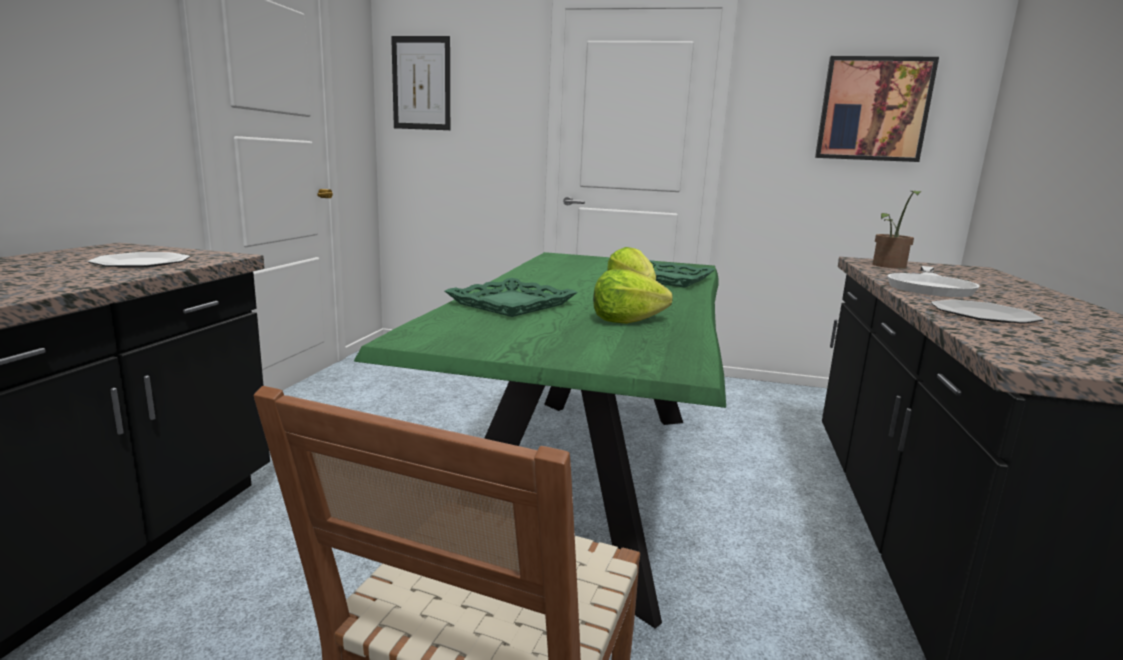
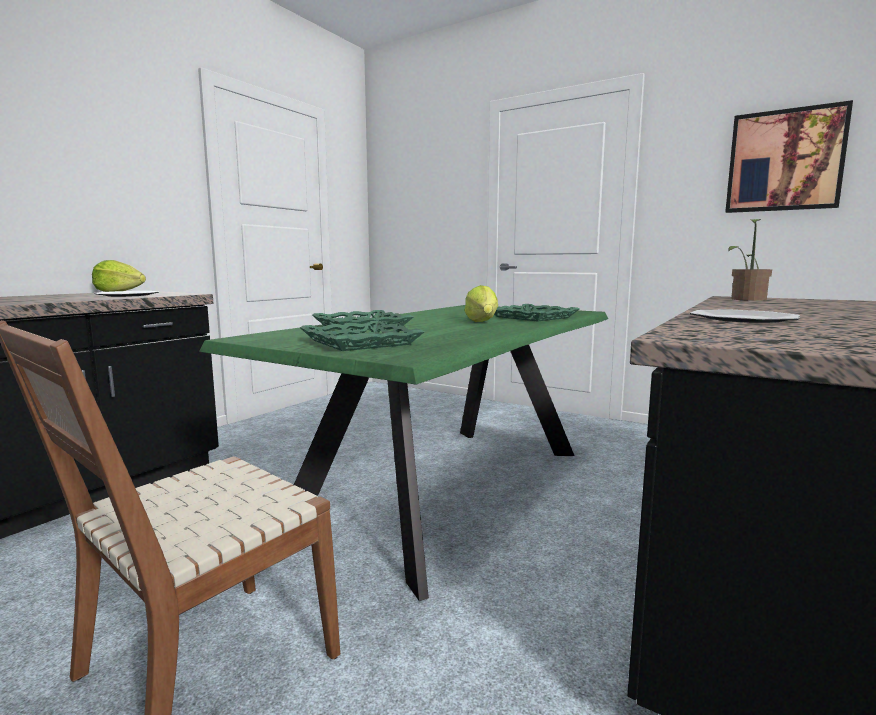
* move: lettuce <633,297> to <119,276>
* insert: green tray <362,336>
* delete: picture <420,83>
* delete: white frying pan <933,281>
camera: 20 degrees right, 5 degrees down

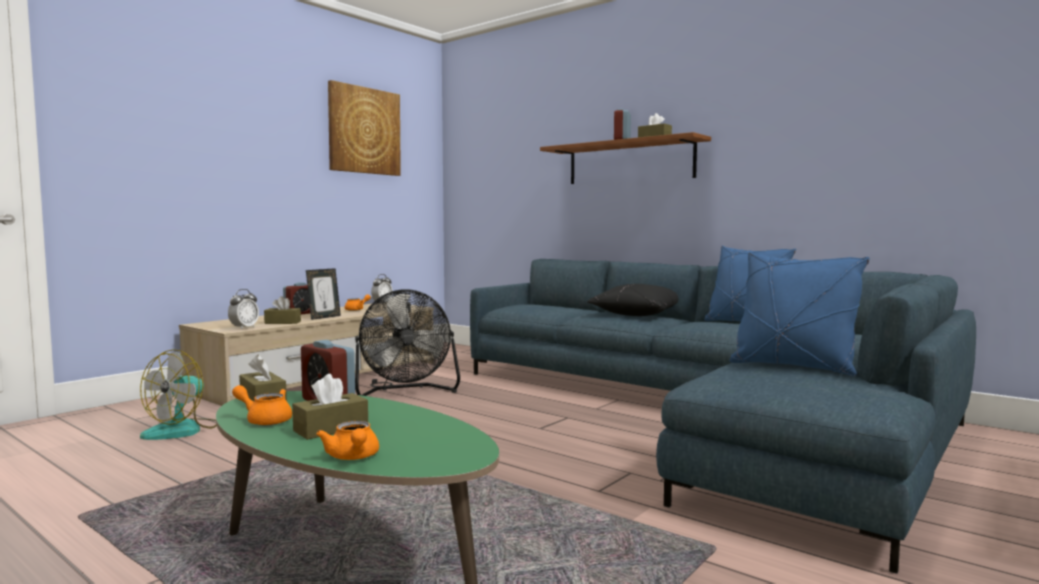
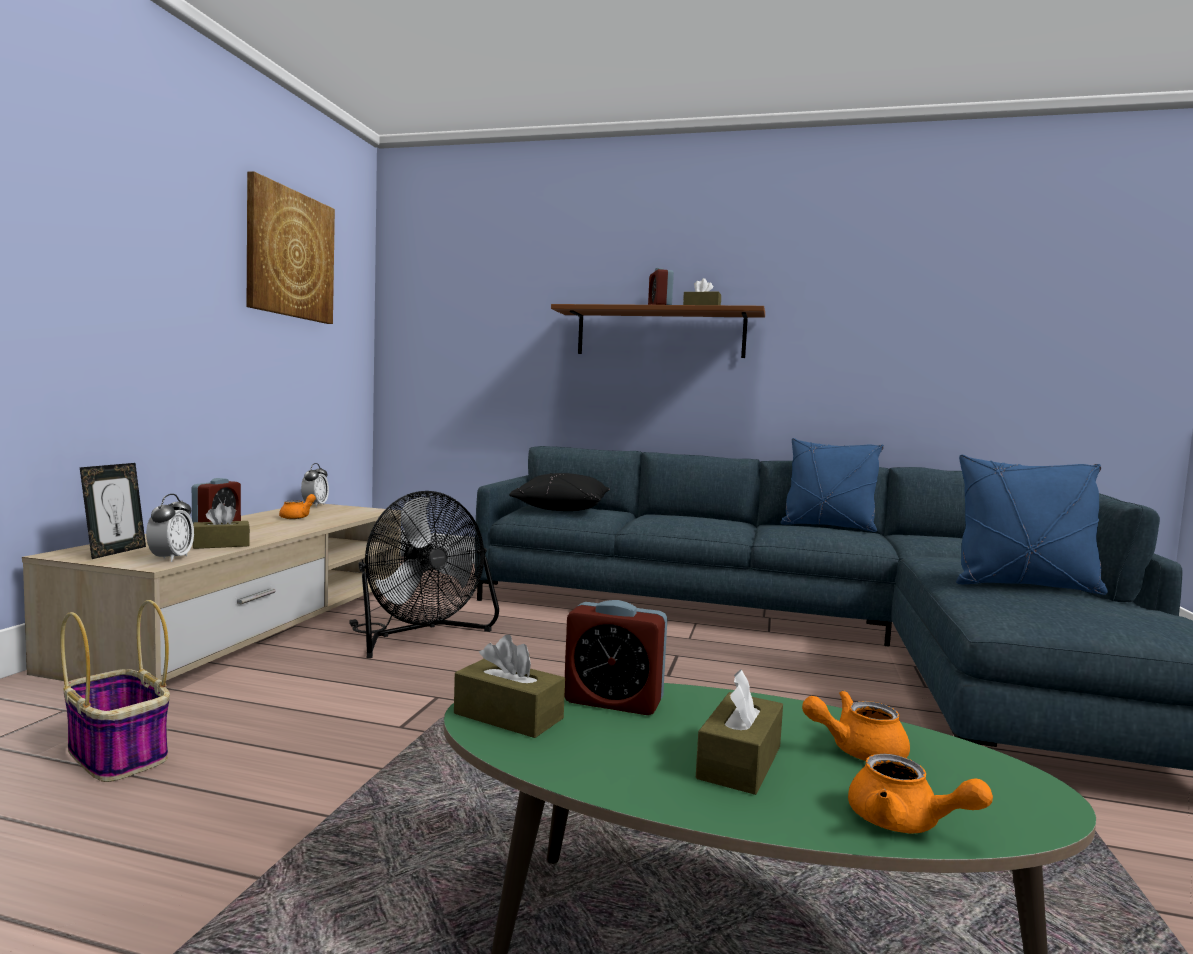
* replace: fan <178,394> to basket <115,691>
* move: picture frame <323,294> to <113,511>
* move: black pillow <633,300> to <559,492>
* move: orange teapot <262,405> to <856,726>
camera: 25 degrees left, 0 degrees up

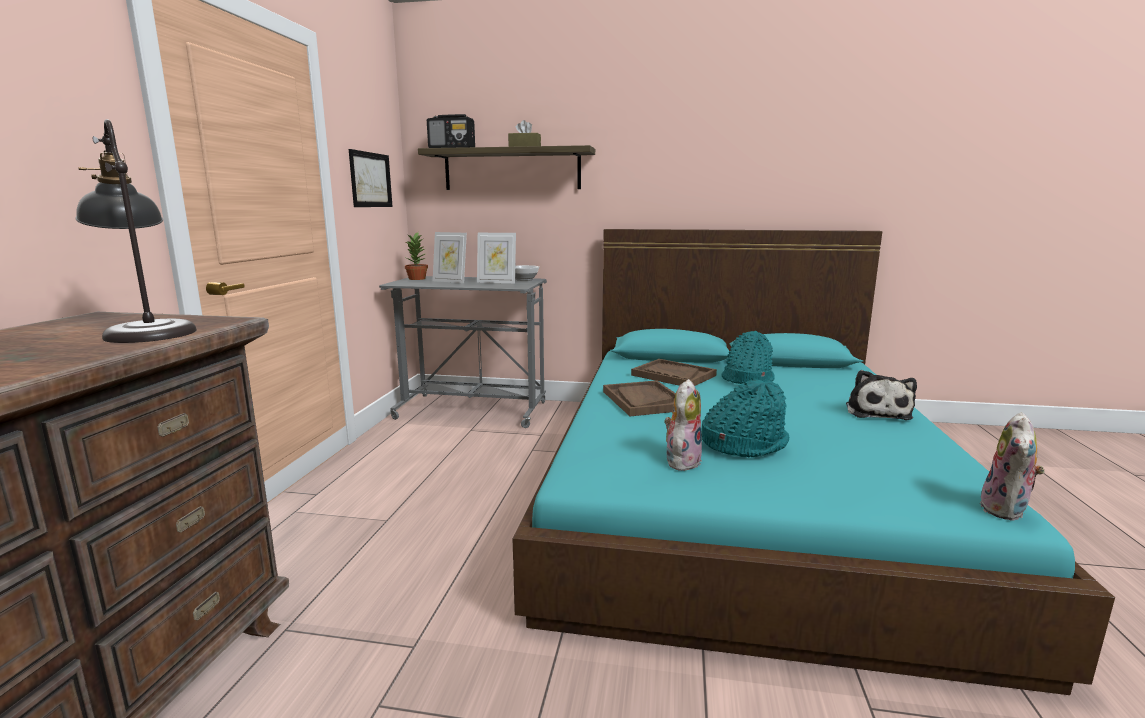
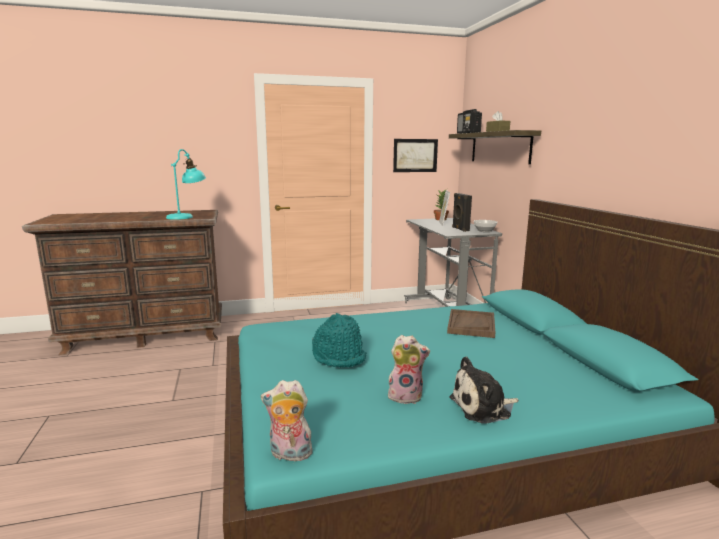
* recolor: grey table lamp <136,231> to turquoise table lamp <186,184>
* move: plush toy <683,425> to <409,369>
* replace: picture frame <496,258> to black speaker <462,212>
* delete: brown tray <639,398>
* delete: turquoise hat <748,357>
camera: 65 degrees right, 0 degrees up

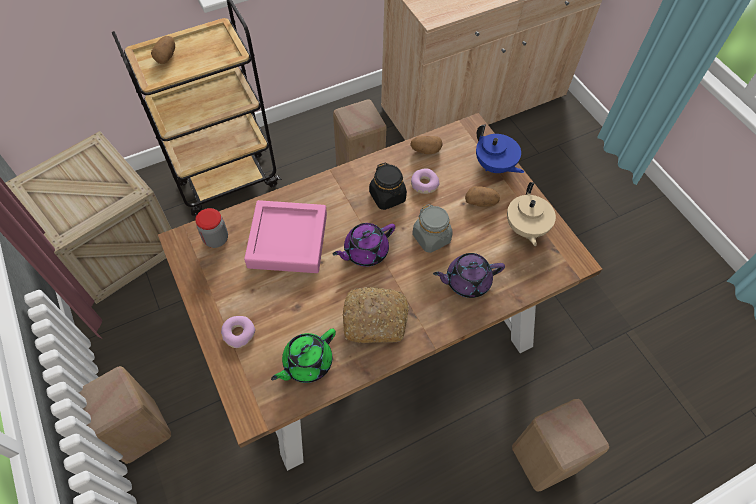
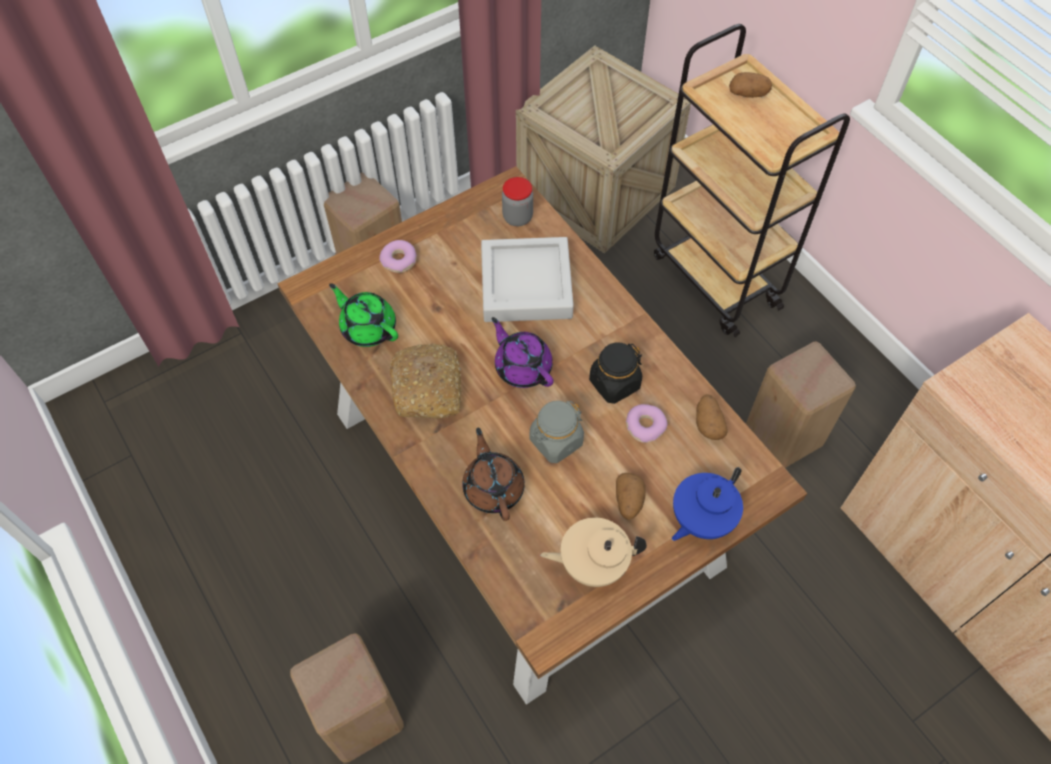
* recolor: purple teapot <469,275> to brown teapot <493,474>
* recolor: pink tray <285,236> to grey tray <527,279>
camera: 85 degrees right, 0 degrees up

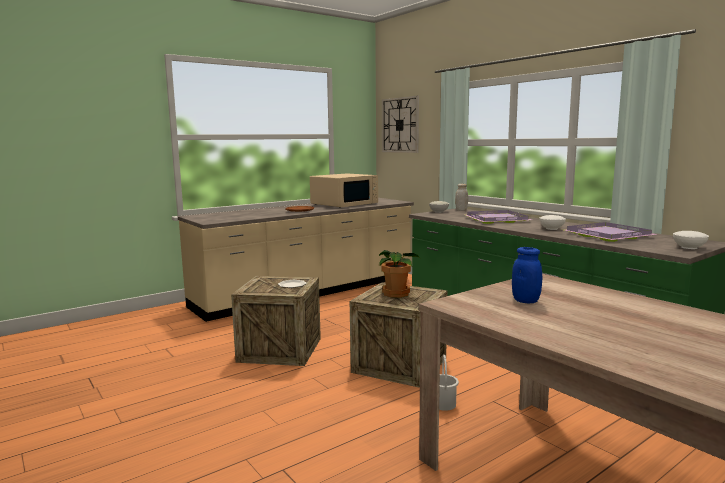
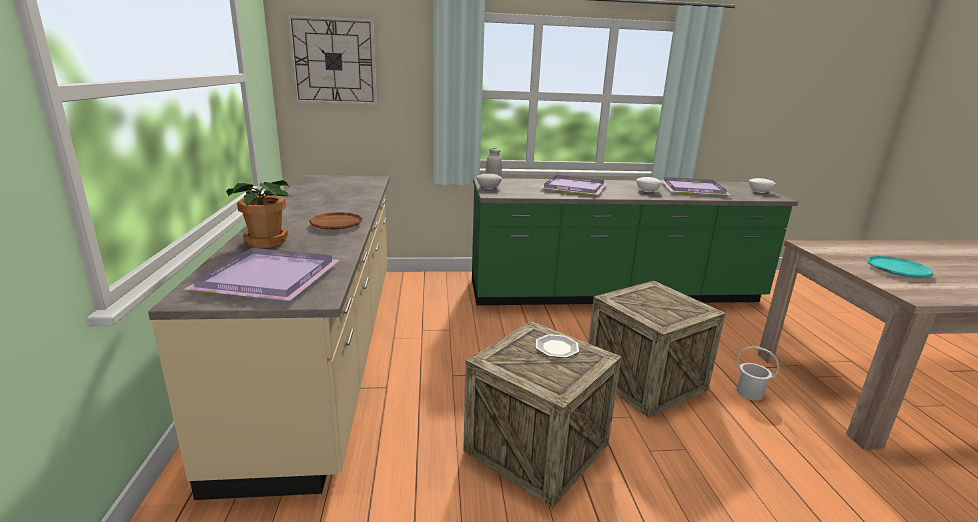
* insert: purple tray <262,274>
* move: potted plant <399,274> to <259,214>
* replace: blue jar <527,275> to turquoise plate <900,267>
* delete: beige microwave <344,190>
camera: 60 degrees left, 10 degrees up

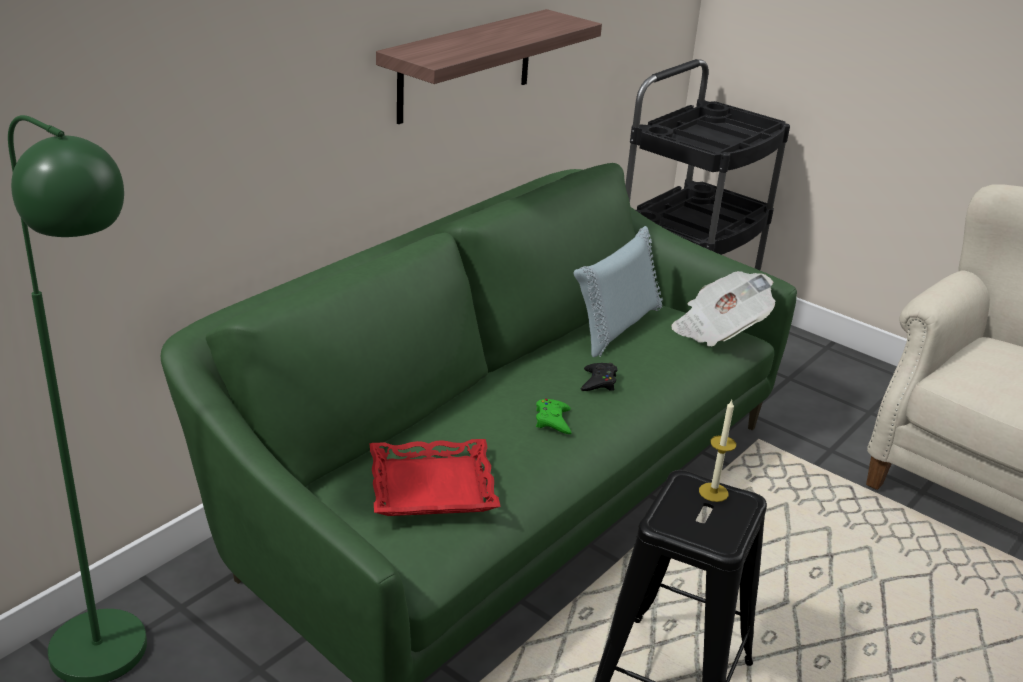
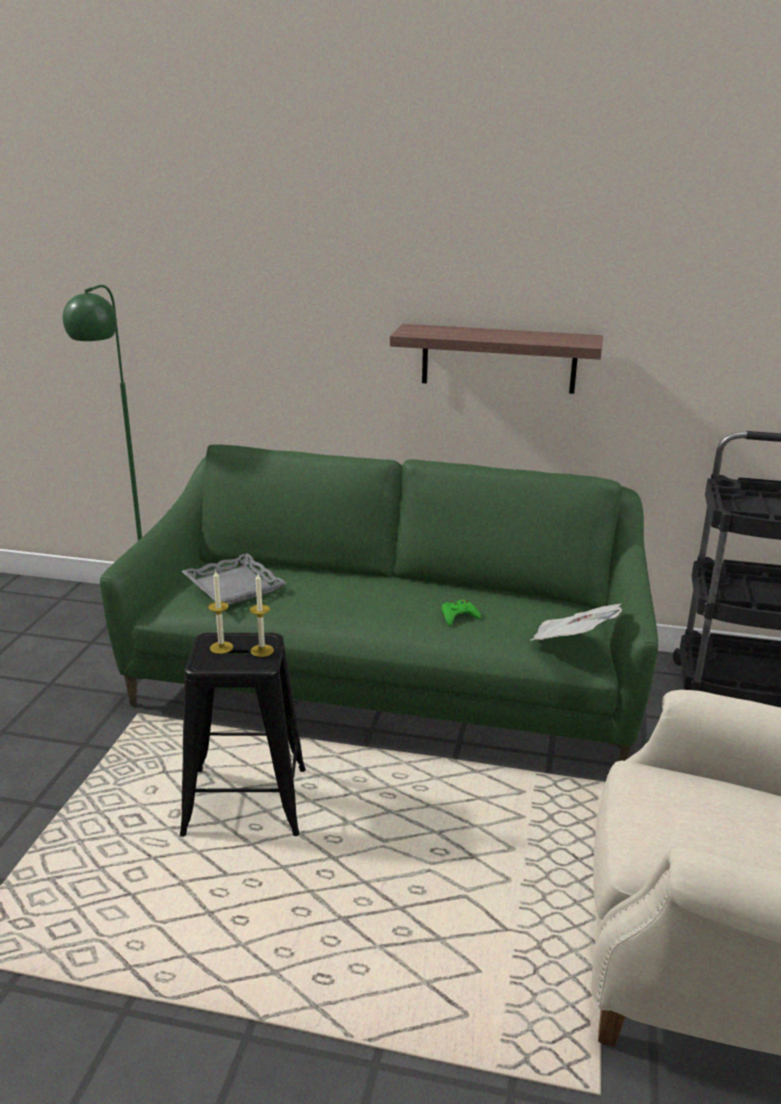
* recolor: red tray <435,477> to grey tray <233,579>
* insert: candle <220,612>
* move: green game controller <554,416> to <461,613>
* delete: blue pillow <618,291>
* delete: black game controller <599,377>
camera: 65 degrees right, 5 degrees down

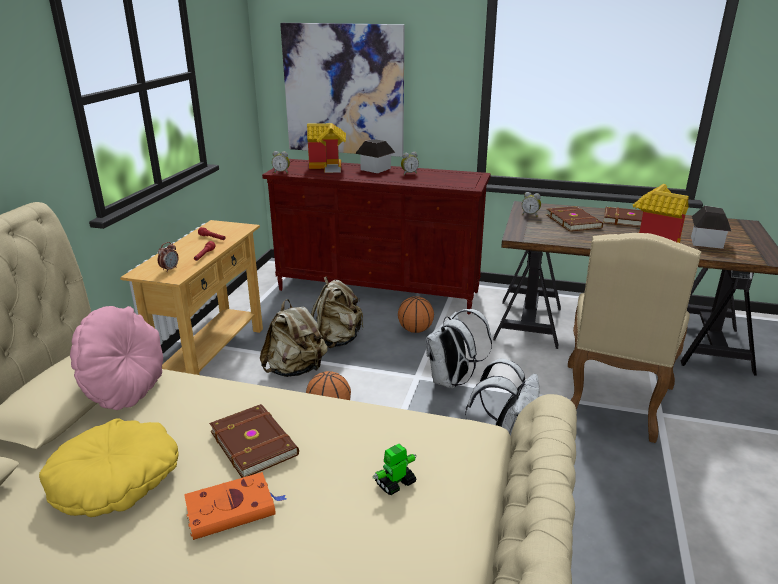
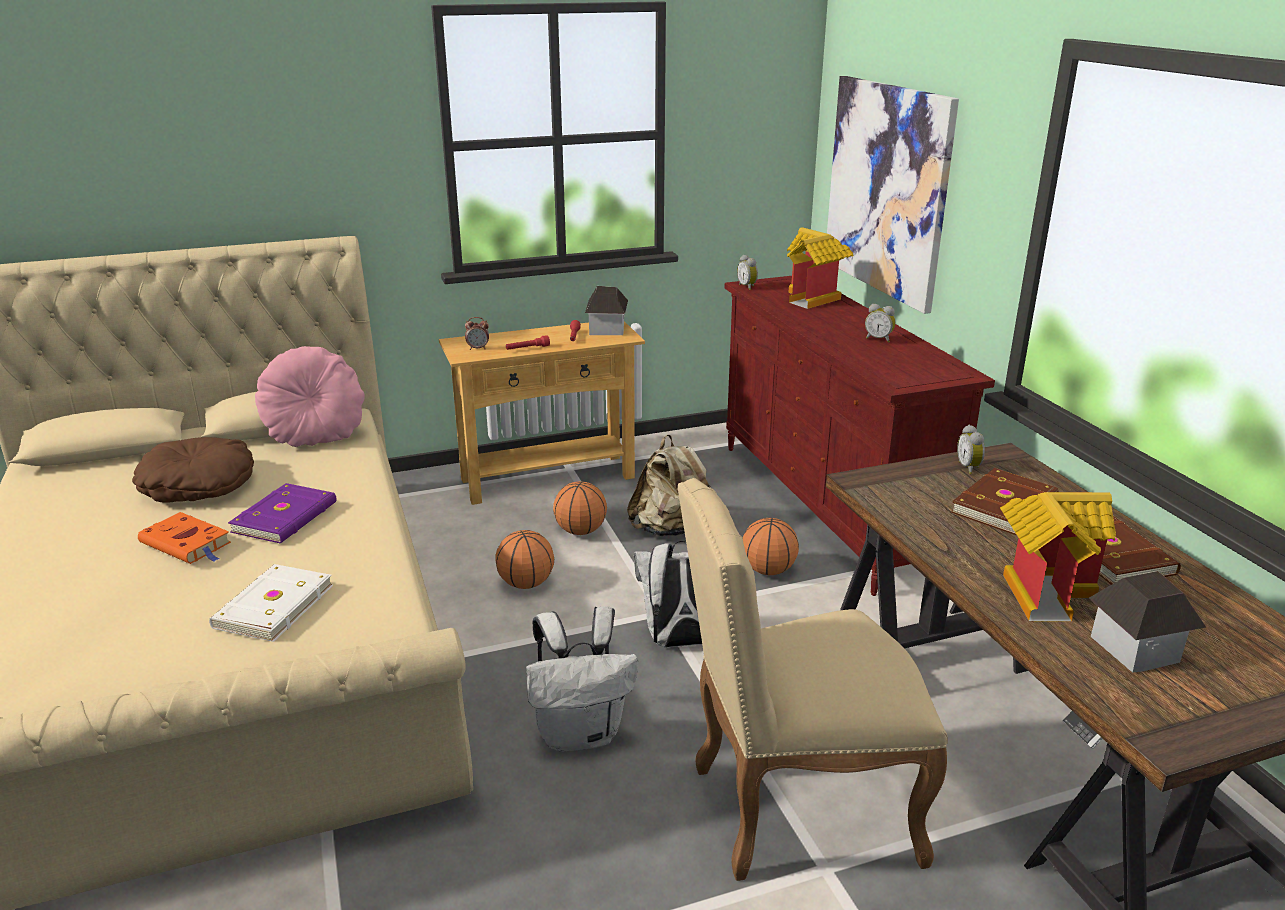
* recolor: yellow pillow <108,467> to brown pillow <193,470>
* replace: toy robot <395,469> to white book <271,603>
* recolor: brown book <254,441> to purple book <282,513>
* replace: beige backpack <294,338> to basketball <580,508>
* move: toy house <375,156> to <606,310>
camera: 55 degrees right, 0 degrees up

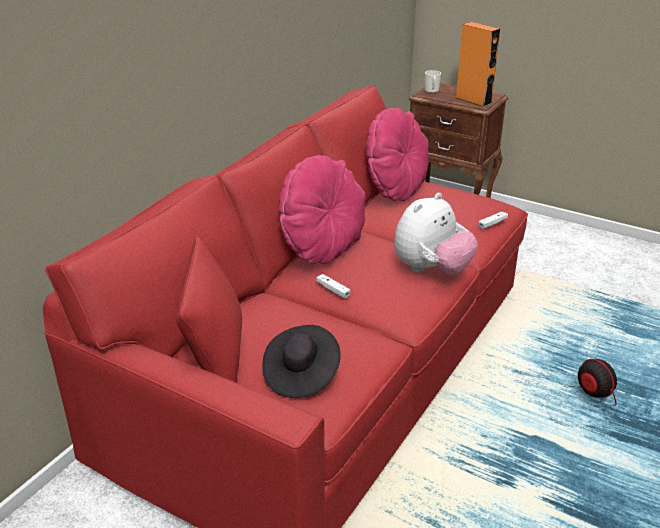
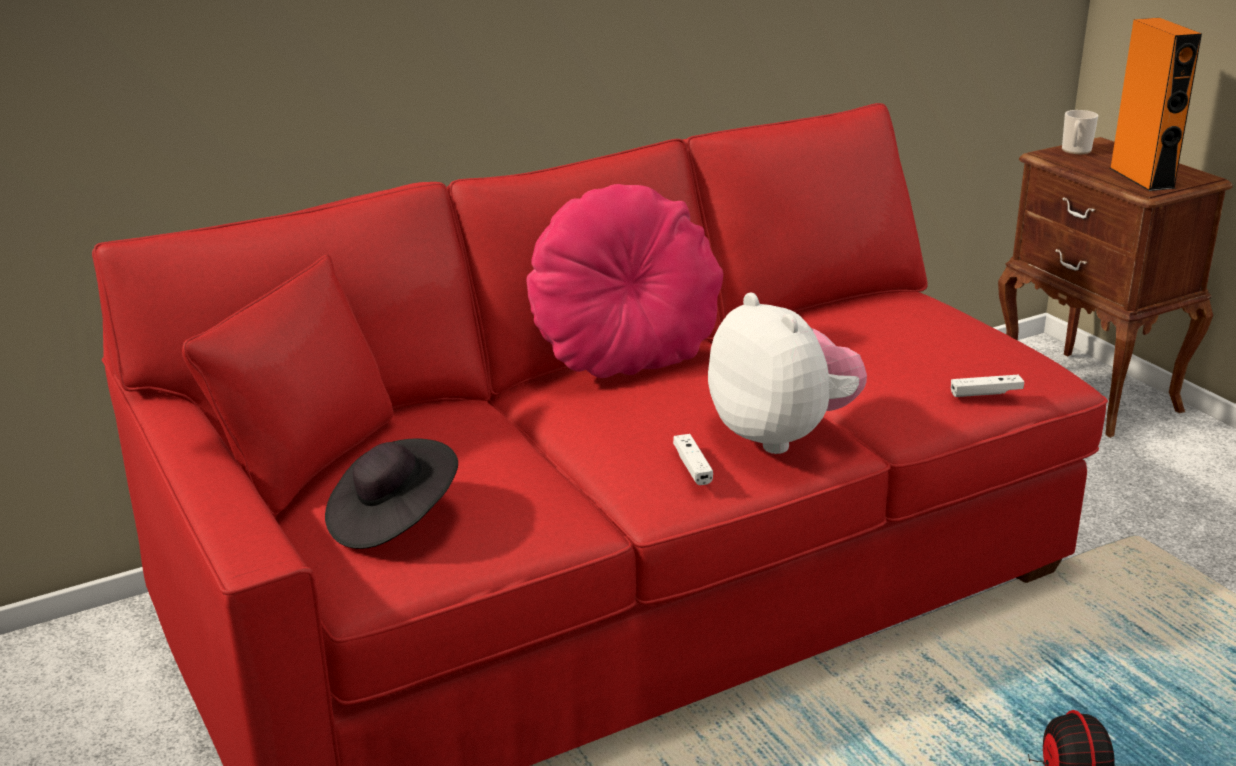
* move: white game controller <333,286> to <693,459>
* rotate: plush toy <436,234> = <787,373> 105 degrees counterclockwise
* delete: pink pillow <397,154>
camera: 30 degrees right, 5 degrees down

